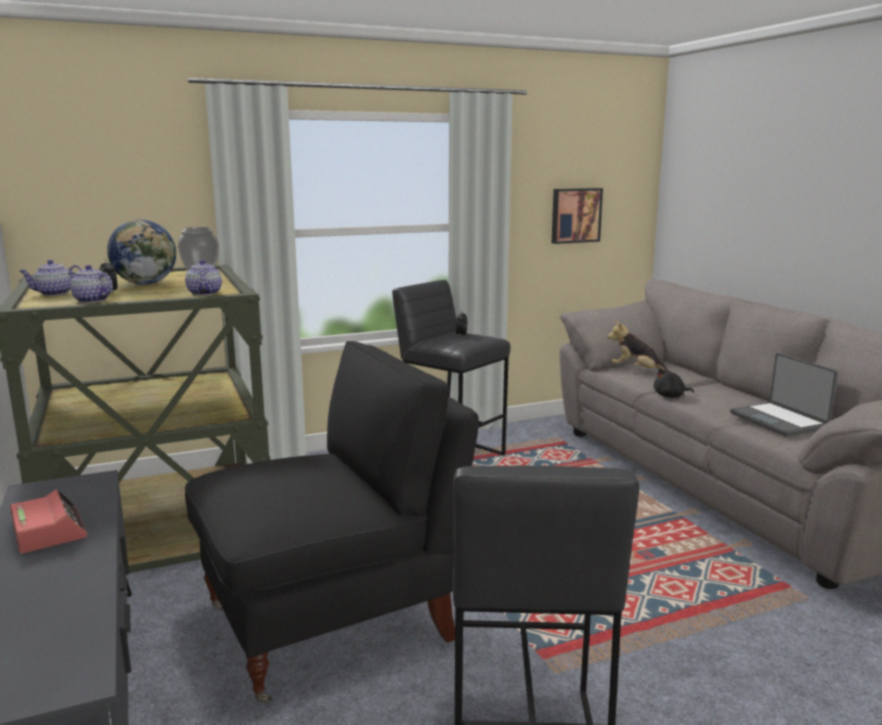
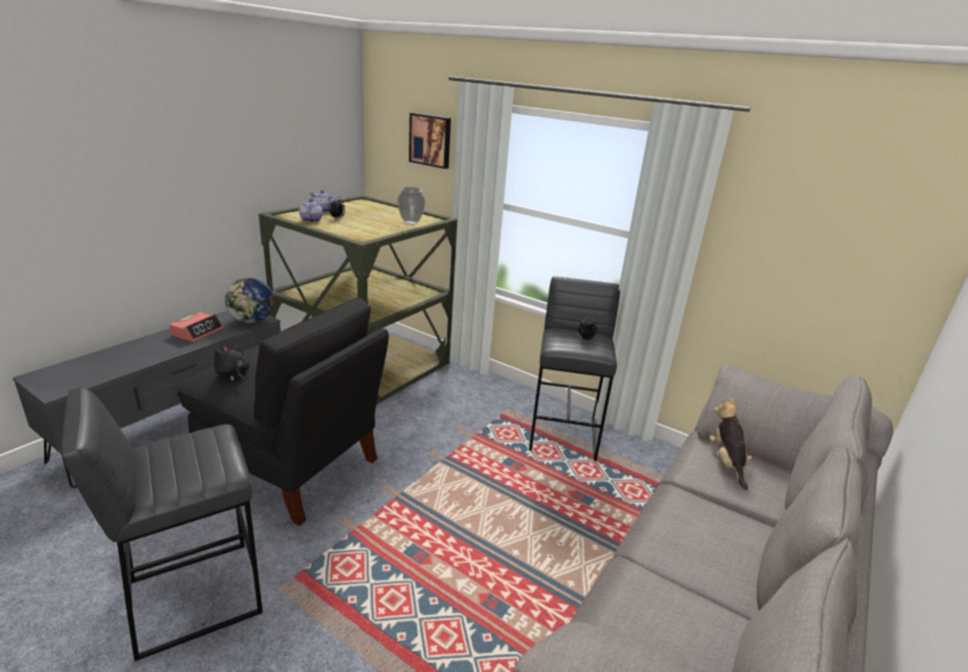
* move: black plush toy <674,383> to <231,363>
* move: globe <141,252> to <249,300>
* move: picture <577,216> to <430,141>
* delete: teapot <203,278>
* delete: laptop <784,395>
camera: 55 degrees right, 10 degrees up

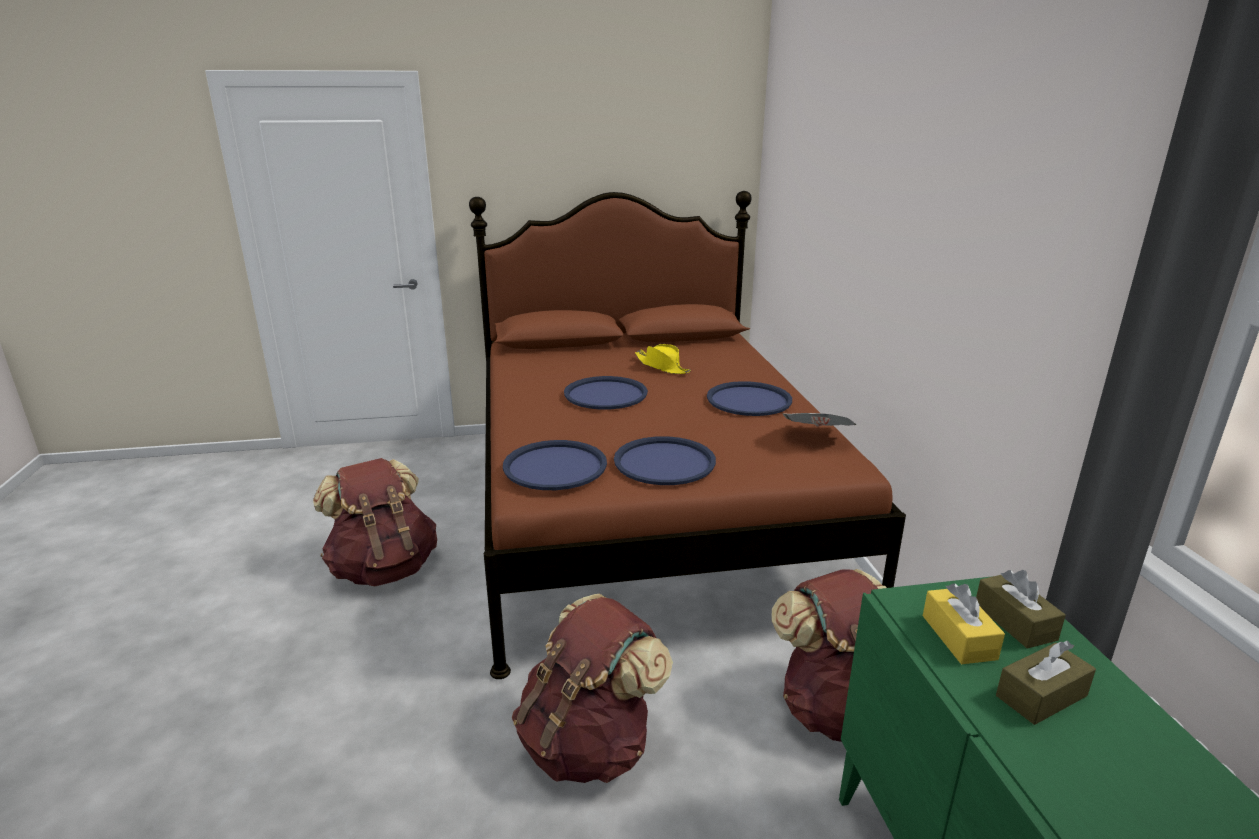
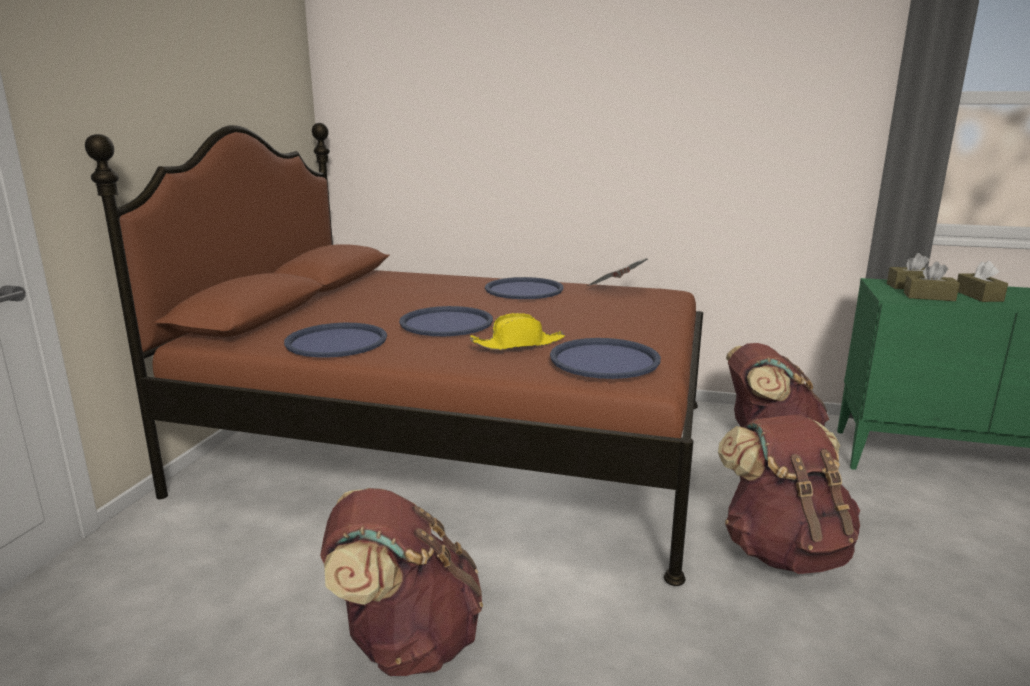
* move: blue tray <665,460> to <335,340>
* move: yellow hat <663,359> to <517,331>
* recolor: yellow tissue box <964,623> to brown tissue box <932,281>
camera: 65 degrees left, 5 degrees down

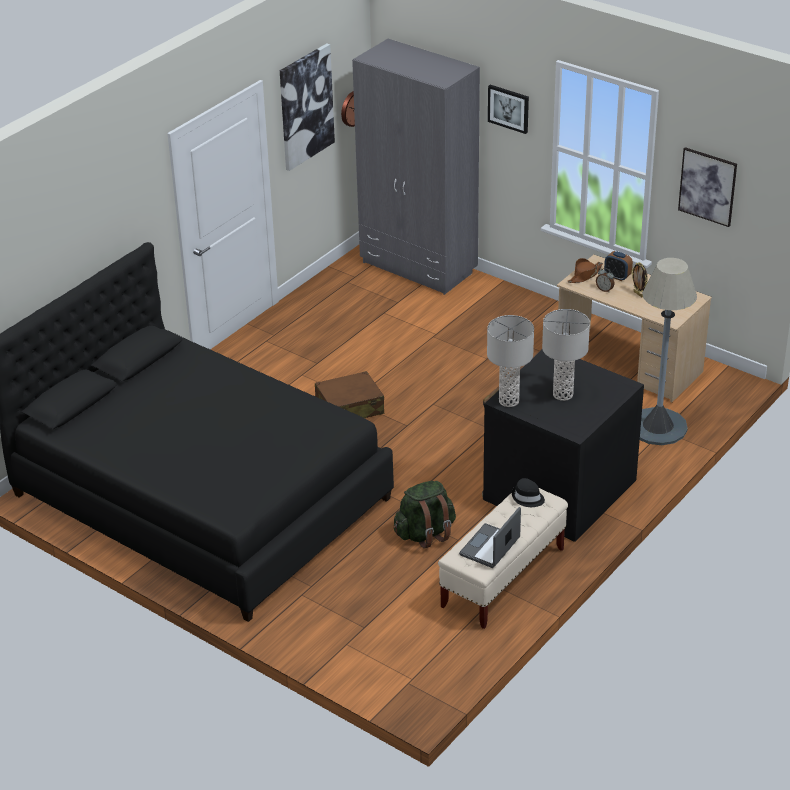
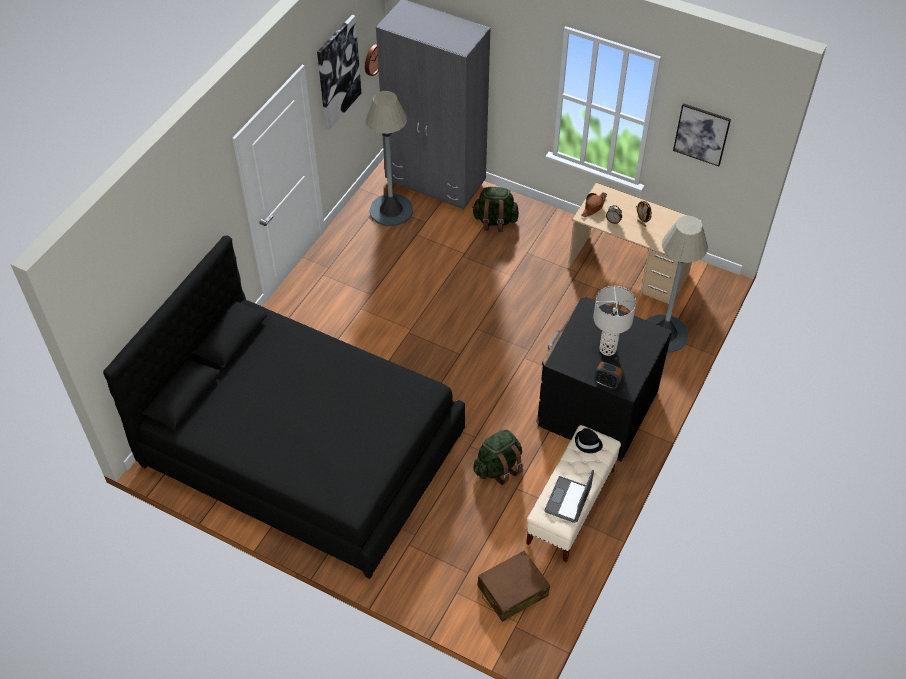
* insert: grey floor lamp <389,158>
* insert: green backpack <495,209>
* move: brown suitcase <349,394> to <513,586>
* move: alarm clock <618,266> to <608,375>
* delete: white table lamp <510,361>
* delete: picture <508,109>
camera: 10 degrees left, 15 degrees up

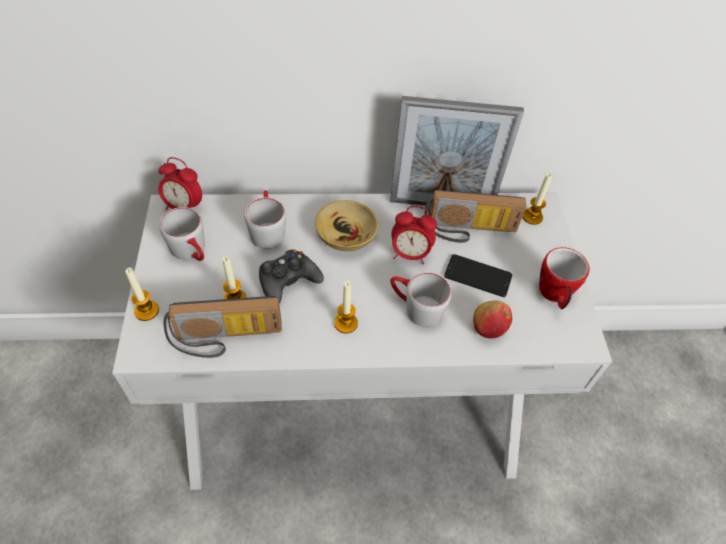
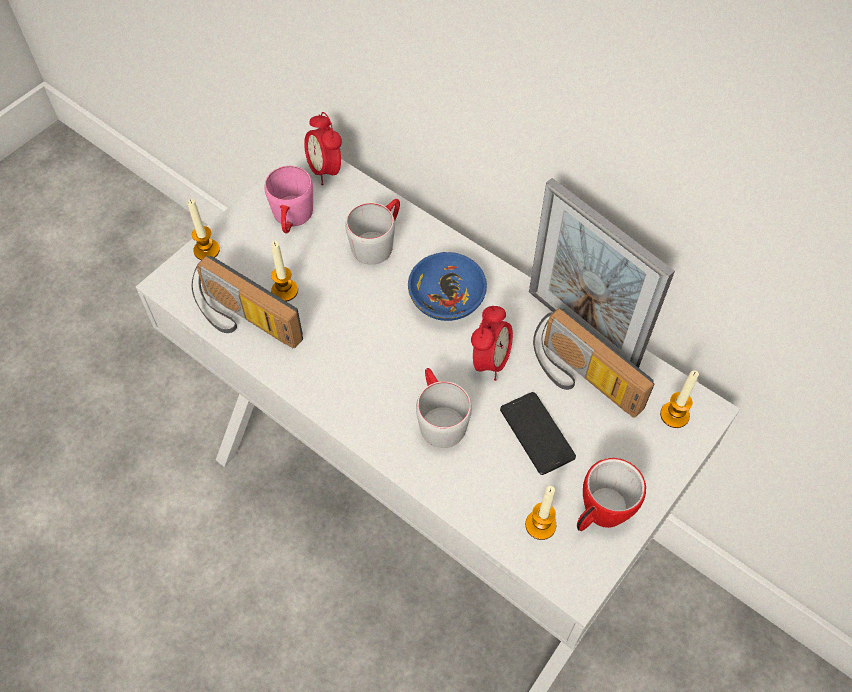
* recolor: grey mug <182,234> to pink mug <288,200>
* recolor: beige bowl <347,225> to blue bowl <447,286>
* rotate: alarm clock <414,235> = <492,343> 120 degrees counterclockwise
* move: candle <346,307> to <540,513>
* delete: black game controller <291,277>
* delete: apple <492,319>
camera: 45 degrees right, 5 degrees up

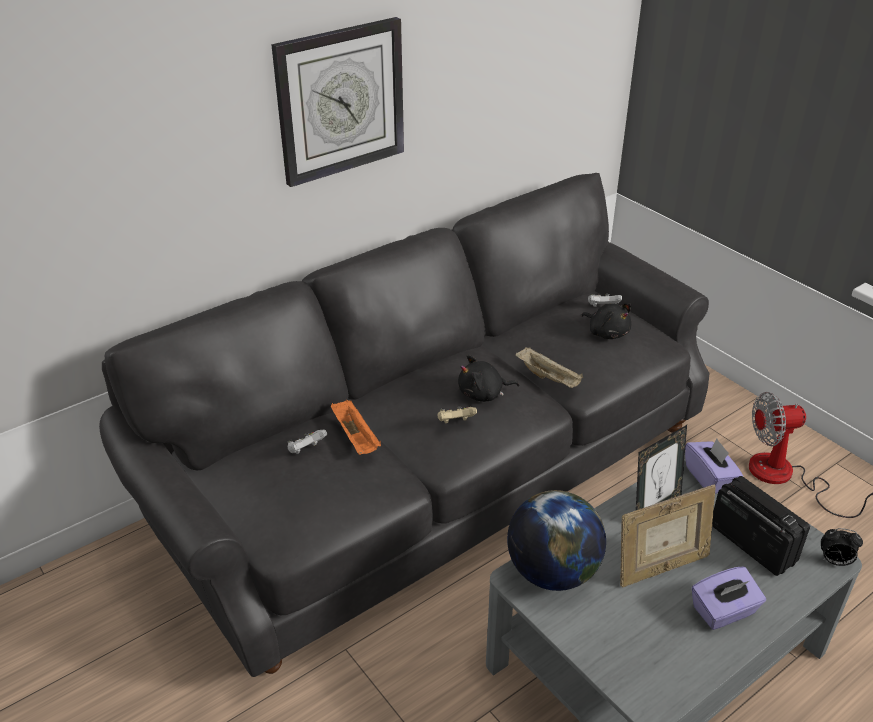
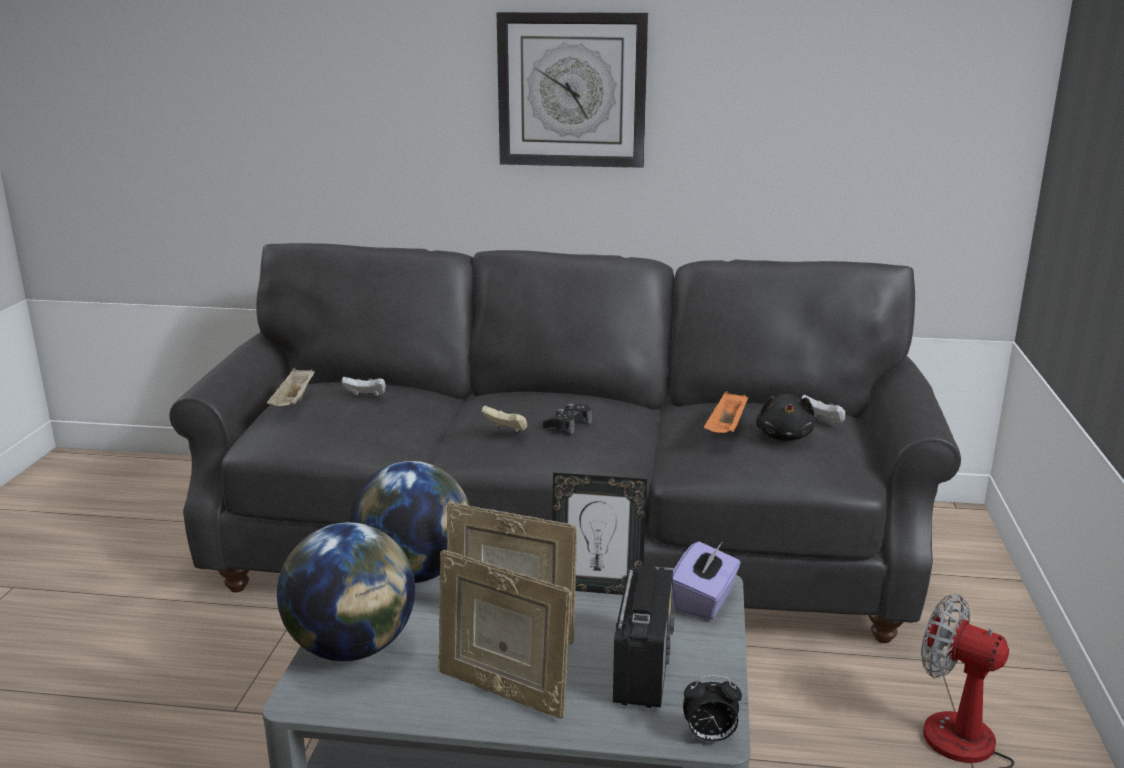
* move: beige tray <549,367> to <291,387>
* insert: globe <346,591>
* replace: purple tissue box <729,598> to picture frame <504,634>
* replace: black plush toy <489,378> to black game controller <567,418>
* rotate: alarm clock <842,547> = <712,708> 60 degrees counterclockwise
* move: orange tray <356,427> to <726,412>
camera: 45 degrees right, 15 degrees down

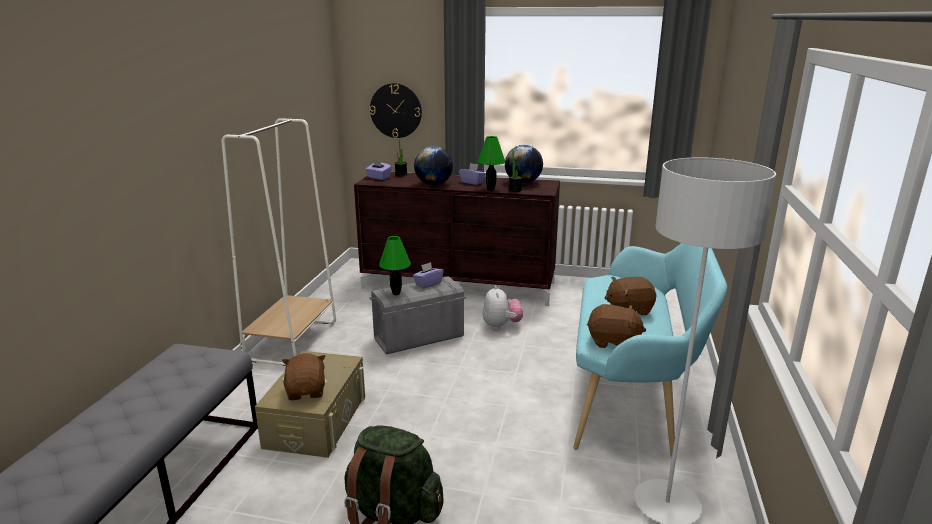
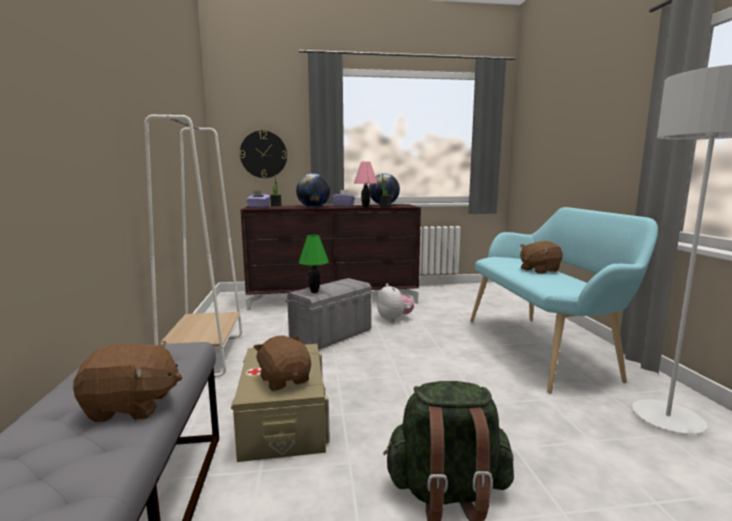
* move: brown plush toy <616,326> to <127,381>
* recolor: green table lamp <491,163> to pink table lamp <365,185>
* delete: purple tissue box <428,275>
camera: 20 degrees left, 10 degrees down

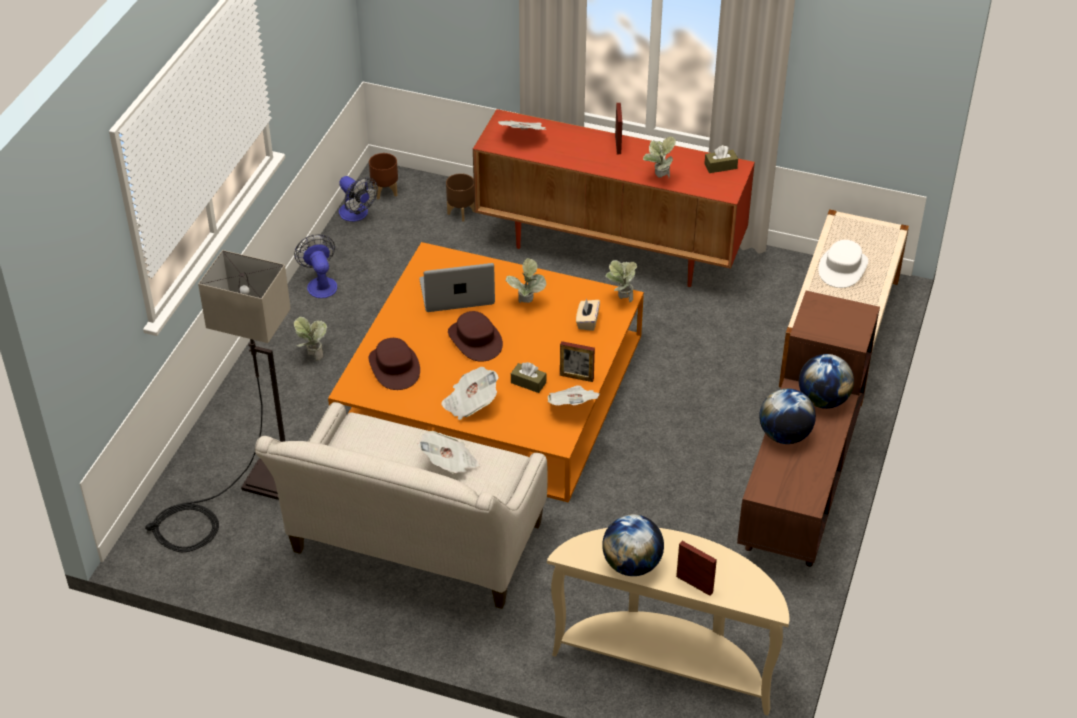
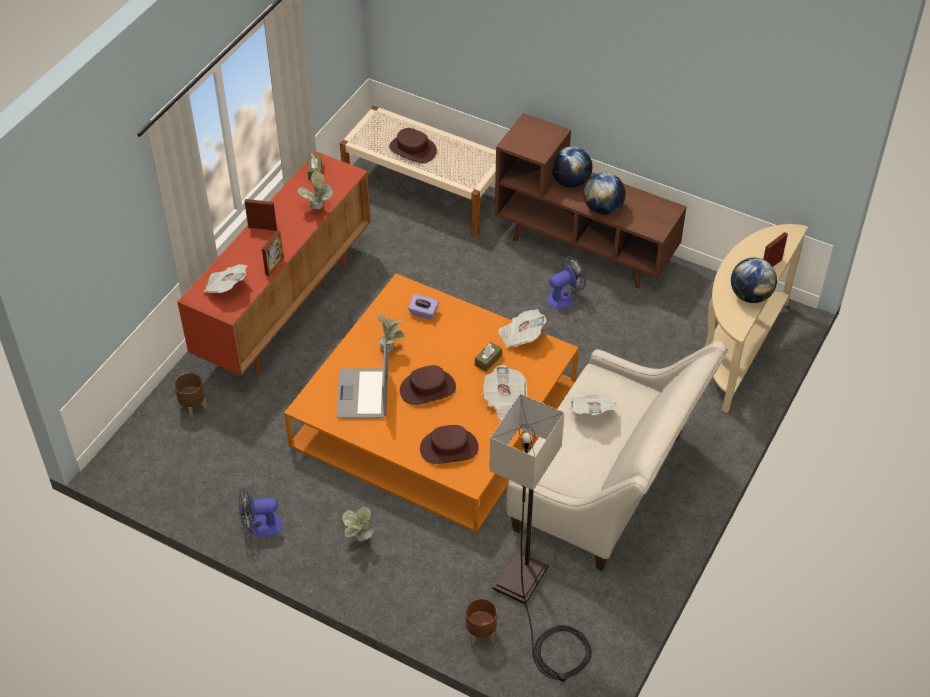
* move: picture frame <577,361> to <273,253>
* recolor: white hat <843,264> to brown hat <413,145>
* recolor: beige tissue box <588,314> to purple tissue box <423,307>
* move: brown planter <383,176> to <481,621>
* move: fan <358,199> to <566,282>
* delete: potted plant <621,281>
camera: 80 degrees left, 5 degrees up

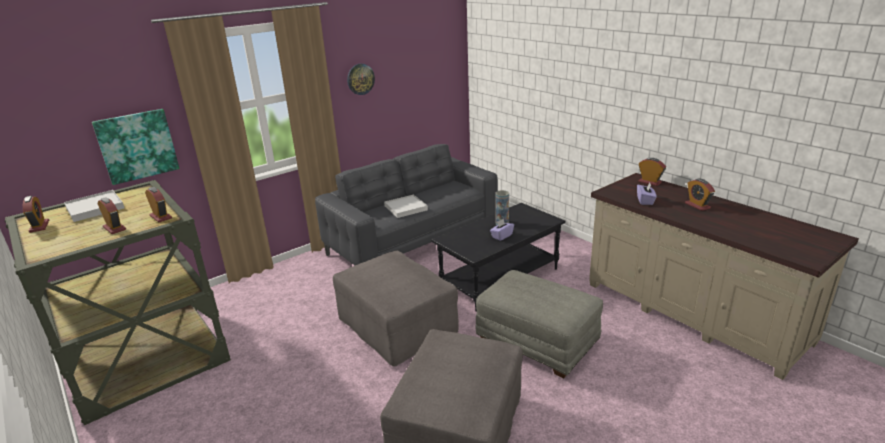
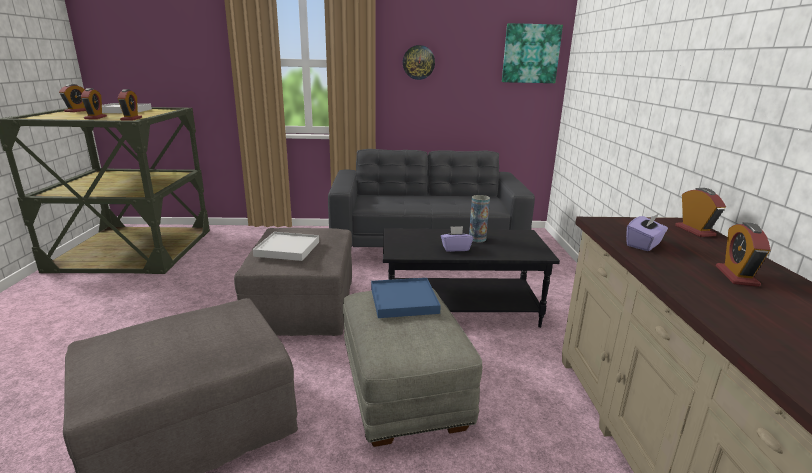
* move: white tray <406,206> to <286,246>
* insert: blue tray <406,298>
* move: picture <136,147> to <532,53>
camera: 35 degrees right, 5 degrees down

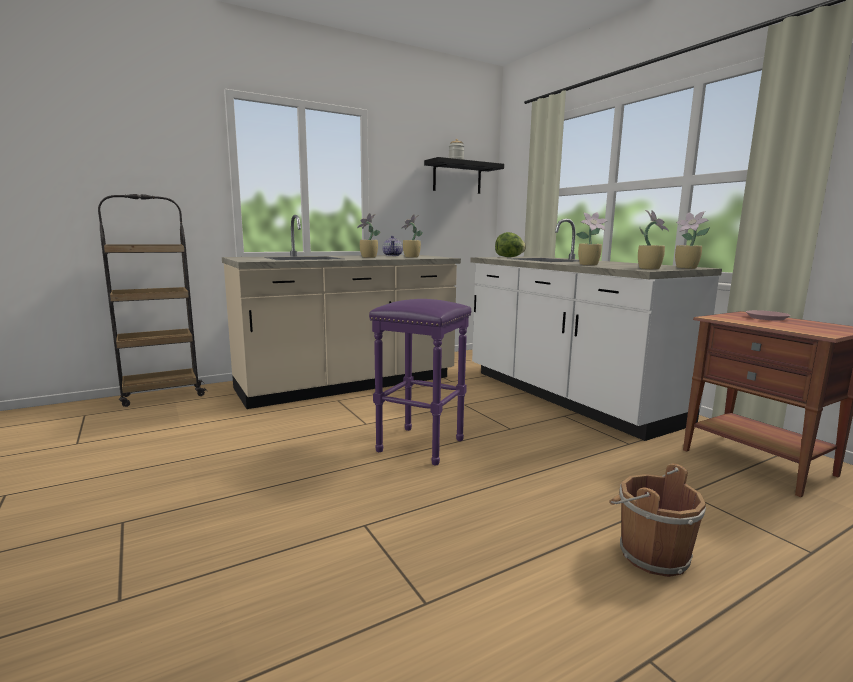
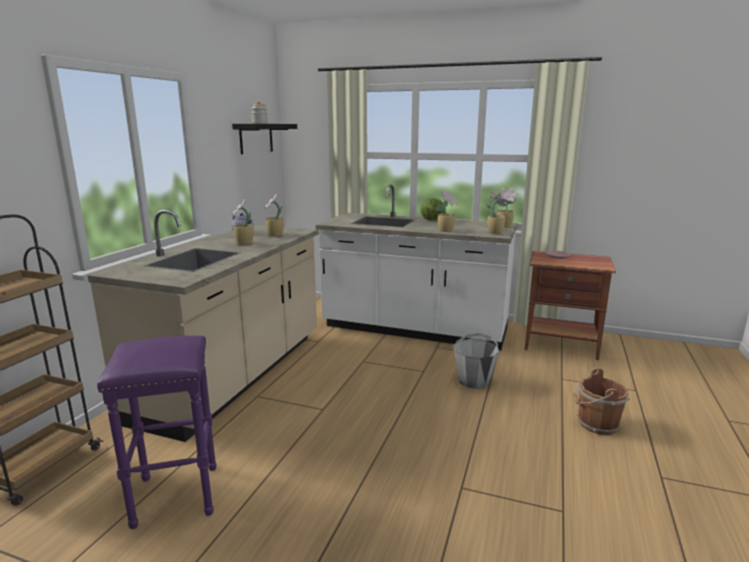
* move: purple stool <420,382> to <156,432>
* move: lettuce <510,244> to <433,209>
* insert: grey bucket <476,361>
camera: 40 degrees left, 5 degrees up

